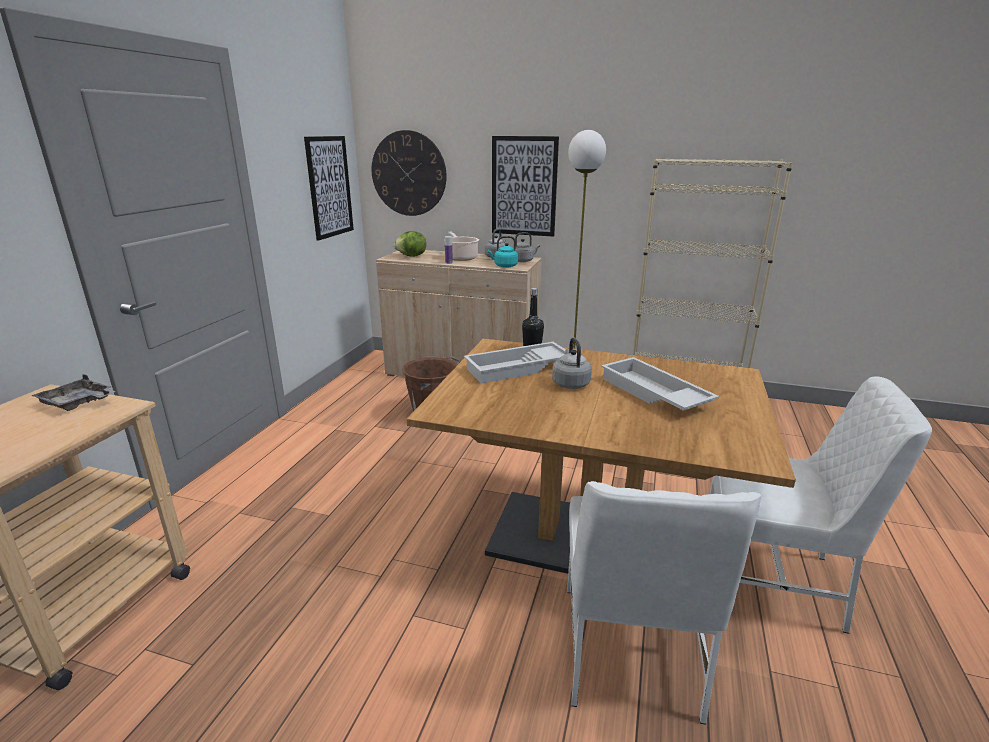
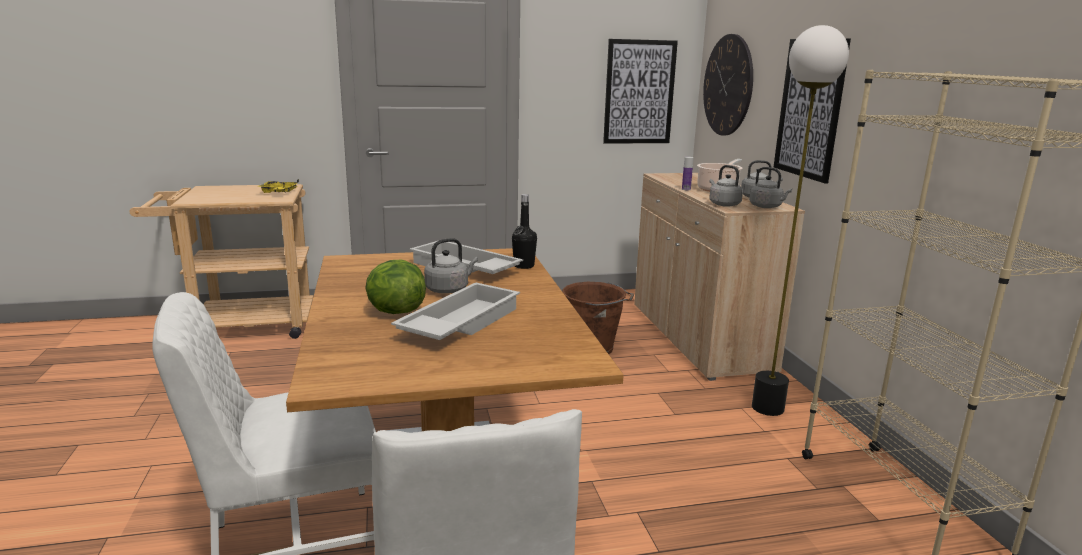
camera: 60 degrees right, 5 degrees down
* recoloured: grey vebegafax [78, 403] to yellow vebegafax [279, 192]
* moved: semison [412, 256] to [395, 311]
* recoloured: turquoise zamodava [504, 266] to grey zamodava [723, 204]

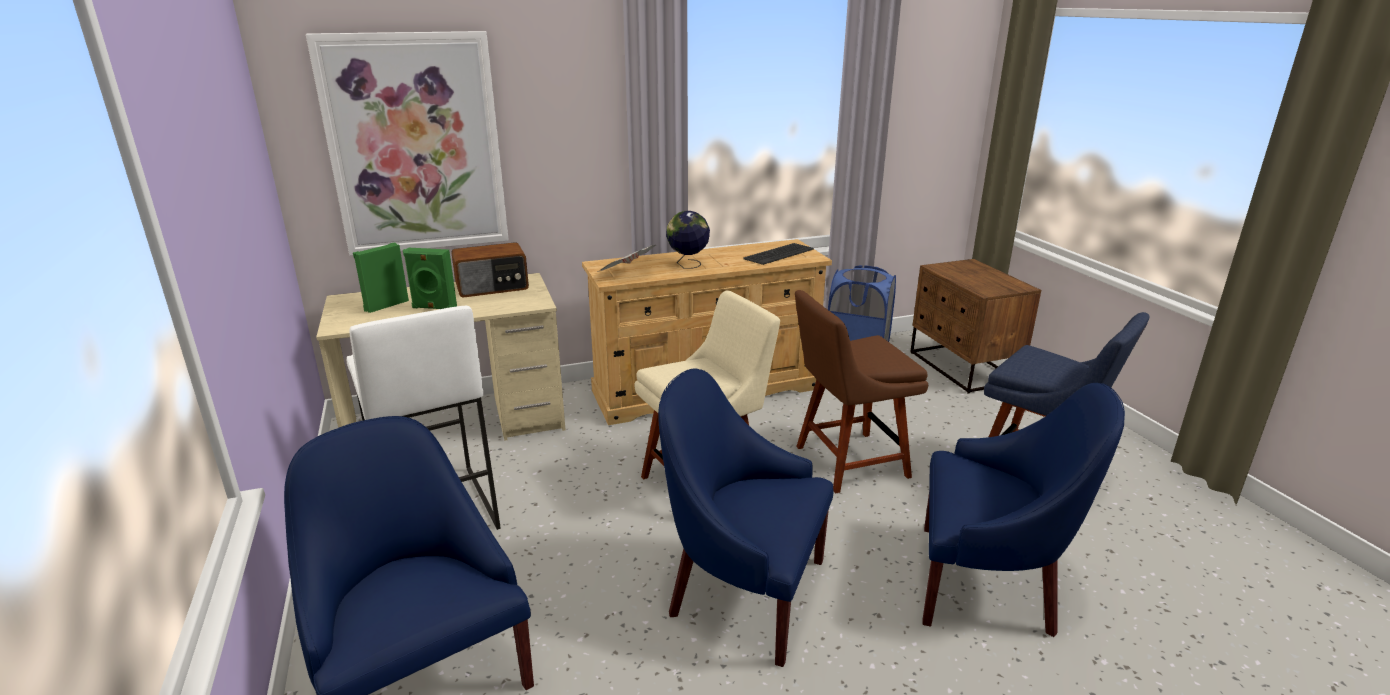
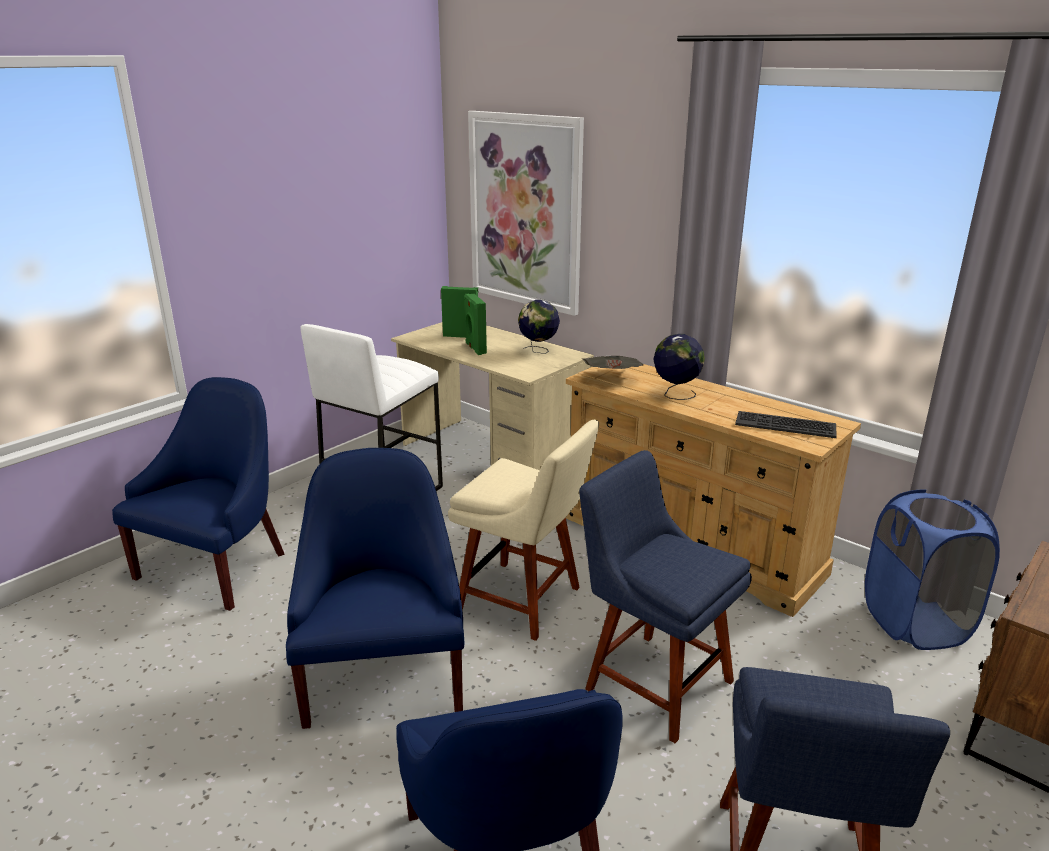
camera: 60 degrees right, 0 degrees up
* replaced: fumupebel [492, 287] to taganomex [538, 351]
* recoloured: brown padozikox [846, 462] to blue padozikox [653, 681]

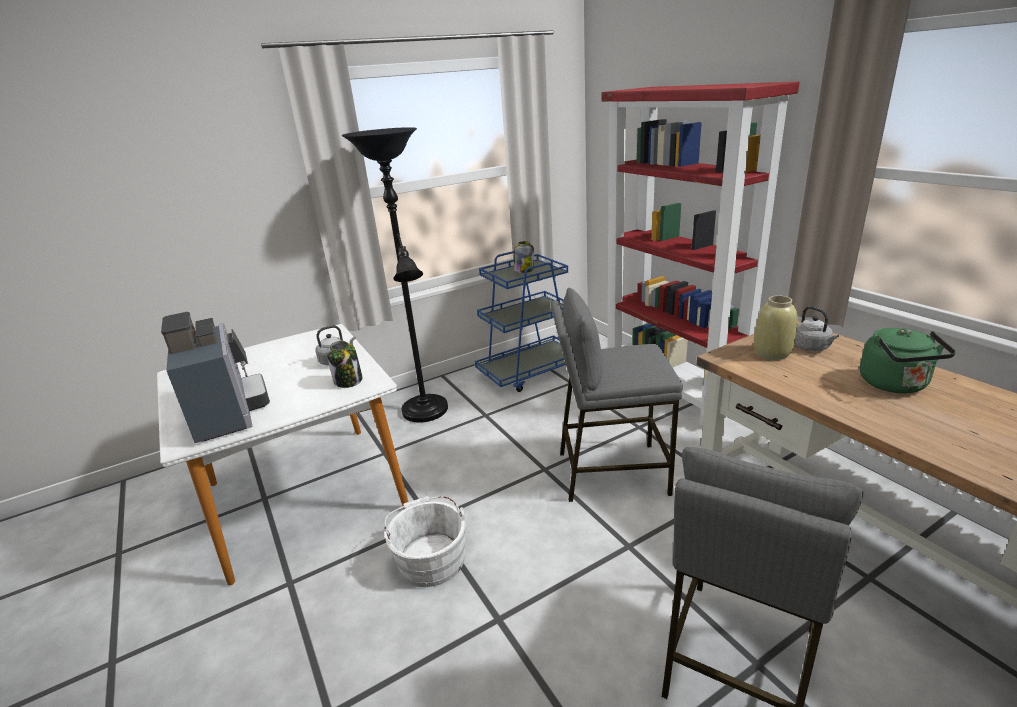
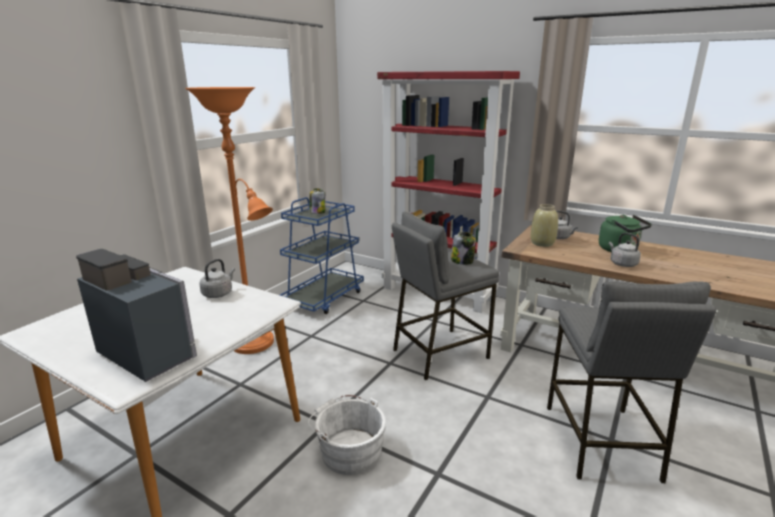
camera: 30 degrees left, 5 degrees down
* recoloured: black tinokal [426, 413] to orange tinokal [255, 344]
* moved: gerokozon [348, 381] to [462, 261]
* added: grey zamodava [622, 264]

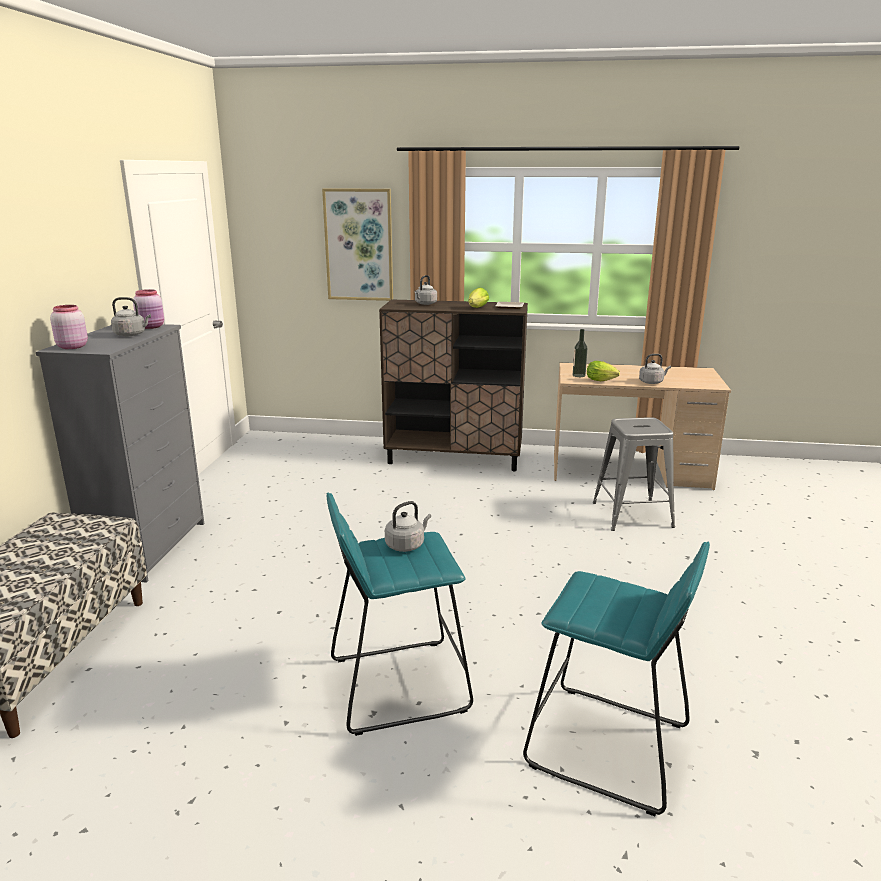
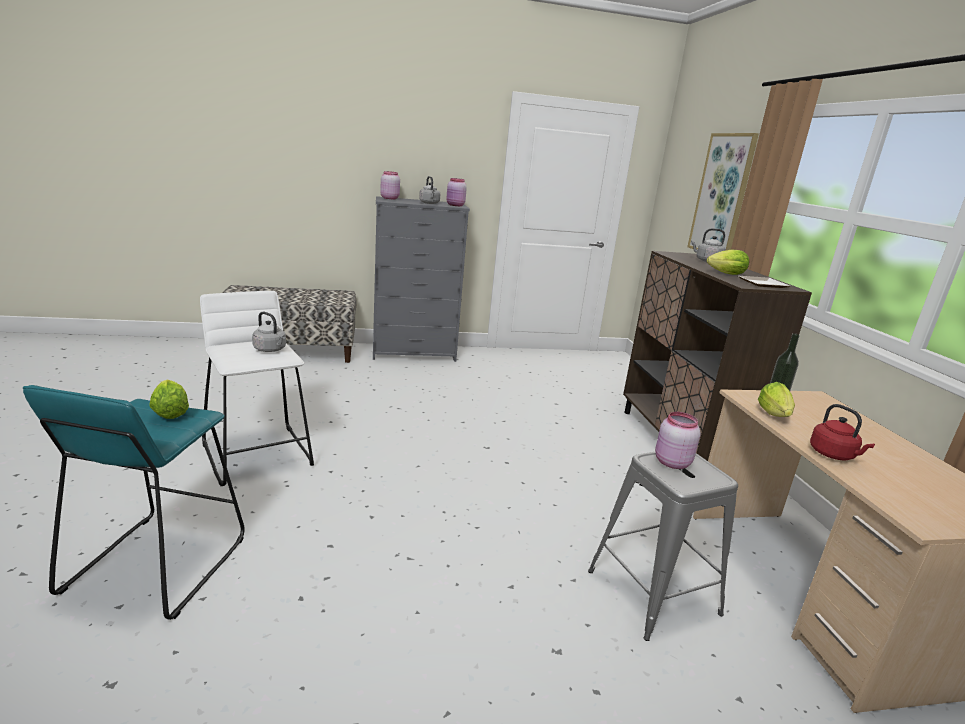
camera: 70 degrees right, 0 degrees up
* added: semison [170, 412]
* recoloured: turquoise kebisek [398, 684] to white kebisek [259, 454]
* added: pink gerokozon [671, 462]
* recoloured: grey zamodava [652, 382] to red zamodava [833, 455]

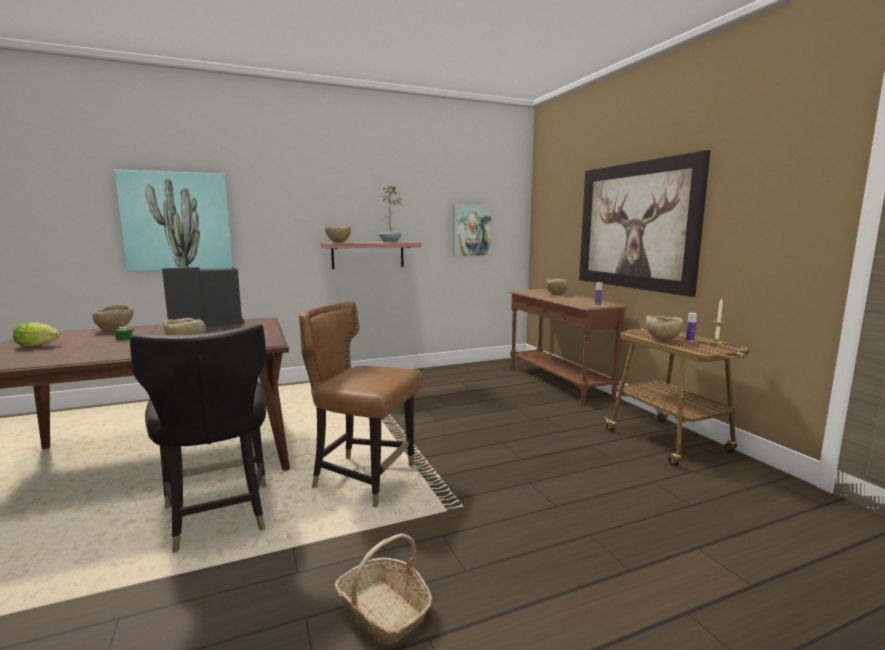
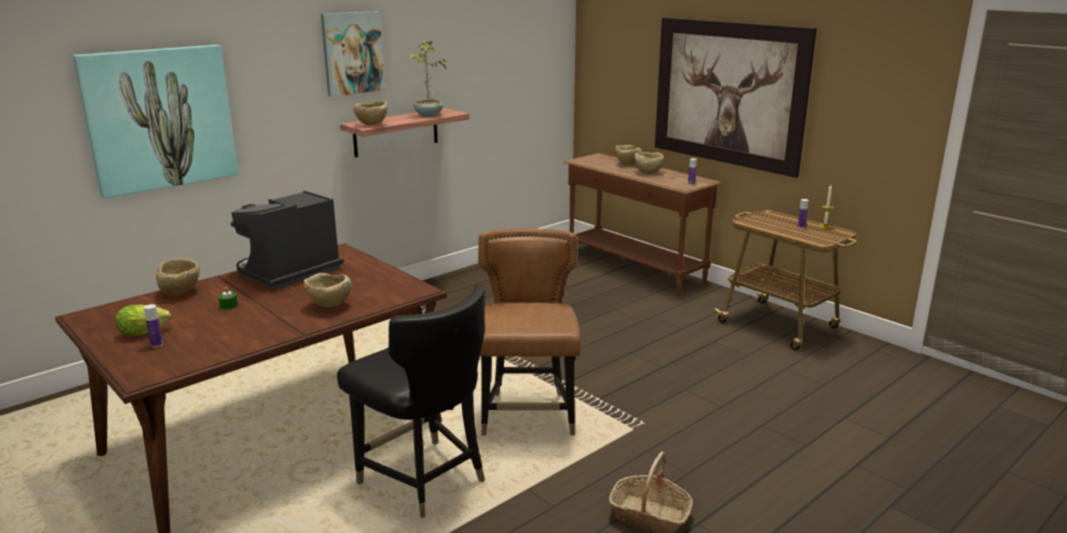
camera: 20 degrees left, 10 degrees up
* added: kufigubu [157, 344]
* moved: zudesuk [471, 230] to [352, 53]
* turned: brown padozikox [364, 478] = [528, 415] 90 degrees clockwise
* moved: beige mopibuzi [662, 339] to [648, 173]

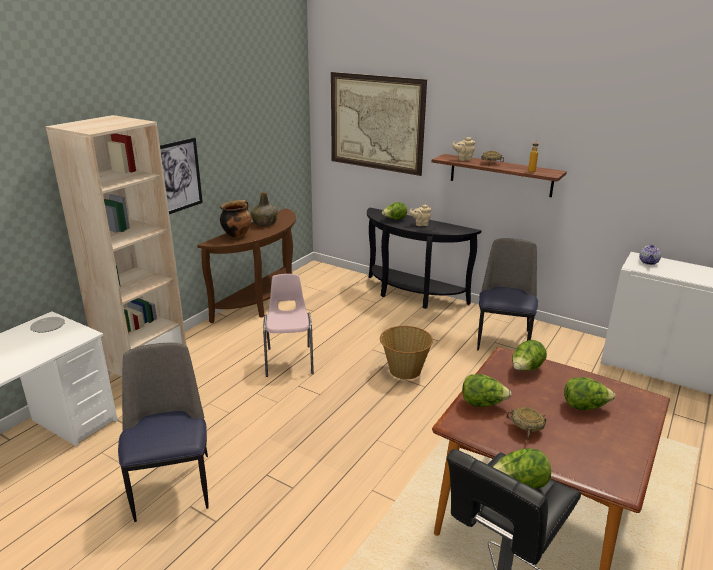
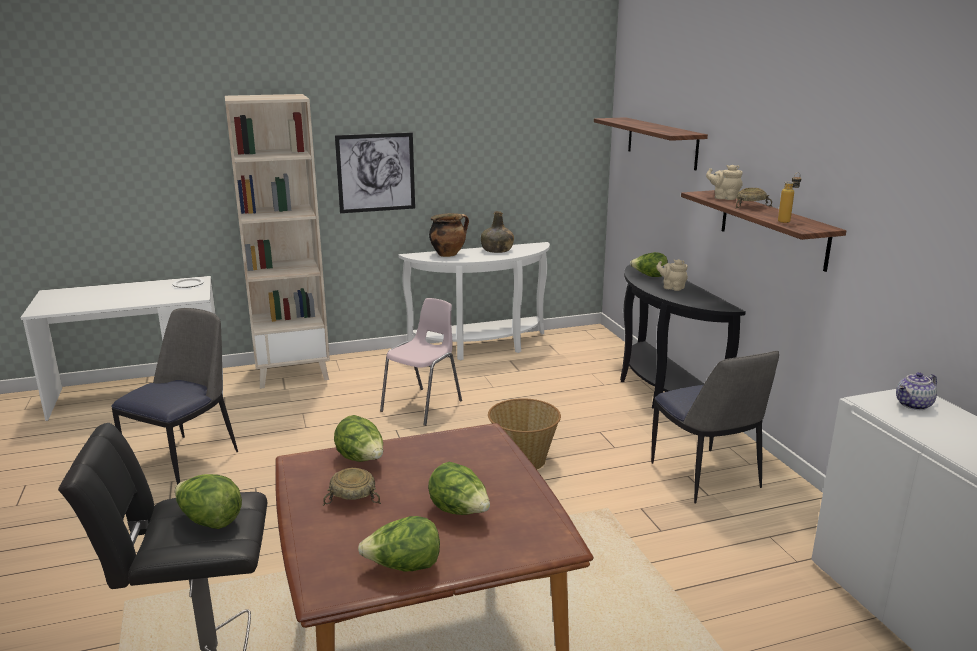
camera: 40 degrees right, 5 degrees down
* moved: semison [526, 369] to [403, 567]
* recoloured: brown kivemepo [263, 302] to white kivemepo [482, 348]
* replaced: zudesuk [376, 123] to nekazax [661, 142]
* turned: padozikox [503, 339] = [706, 477] 105 degrees clockwise

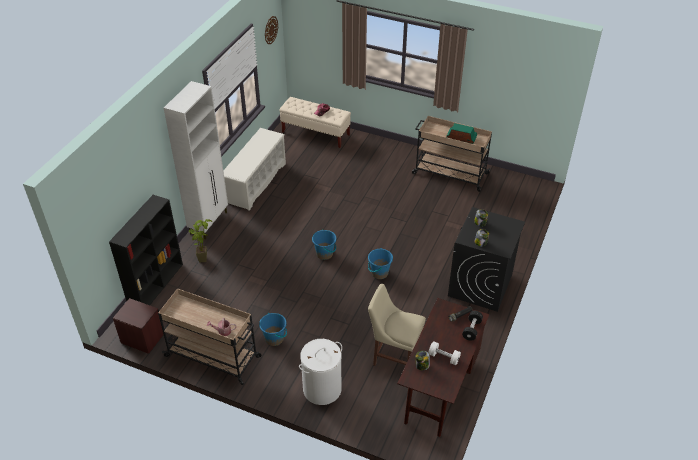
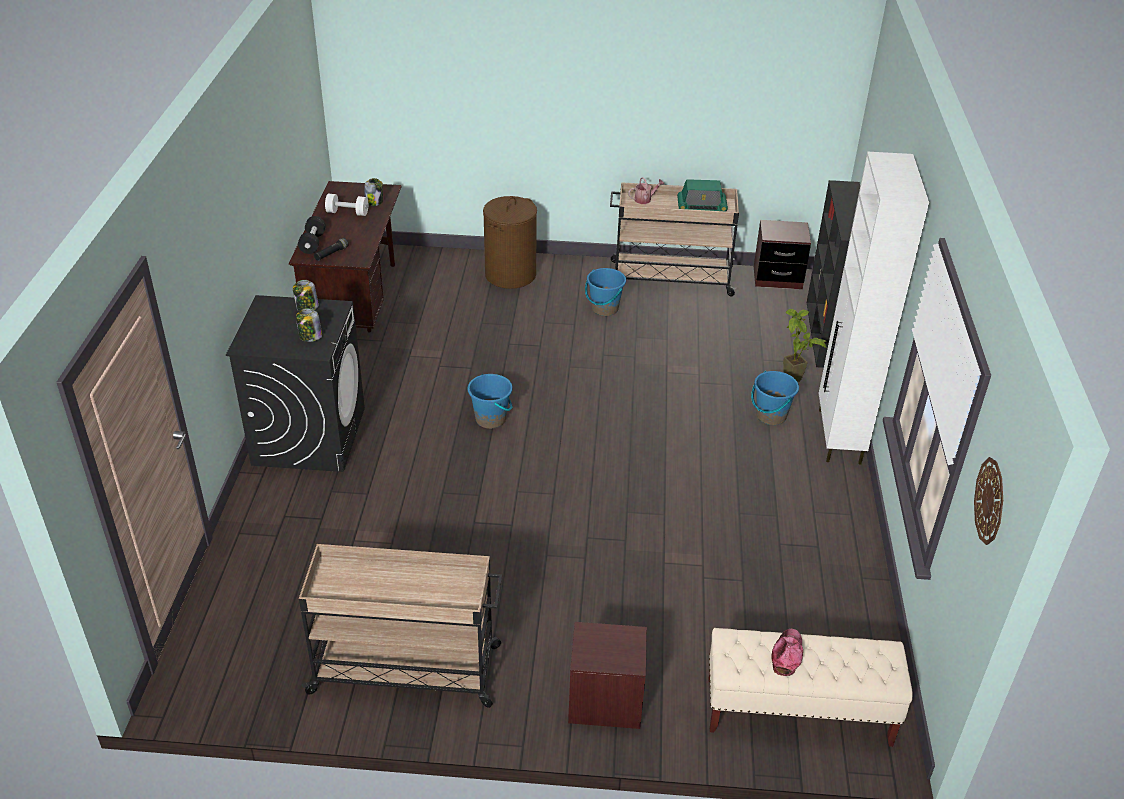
camera: 160 degrees right, 5 degrees down
* recoloured: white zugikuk [322, 389] to brown zugikuk [510, 275]
* added: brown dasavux [605, 701]
* moved: fumupebel [461, 138] to [701, 207]
* moved: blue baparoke [324, 254] to [771, 416]
* removed: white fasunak [256, 183]
* removed: beige padozikox [394, 356]

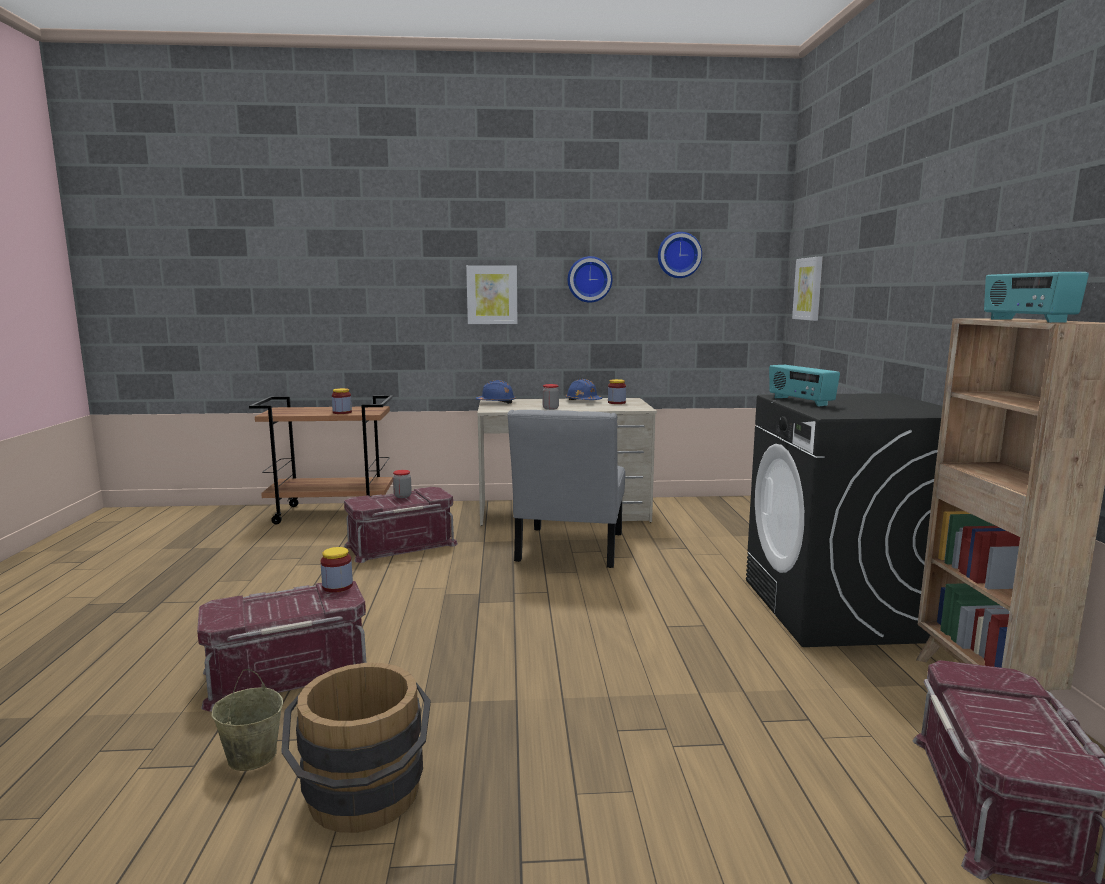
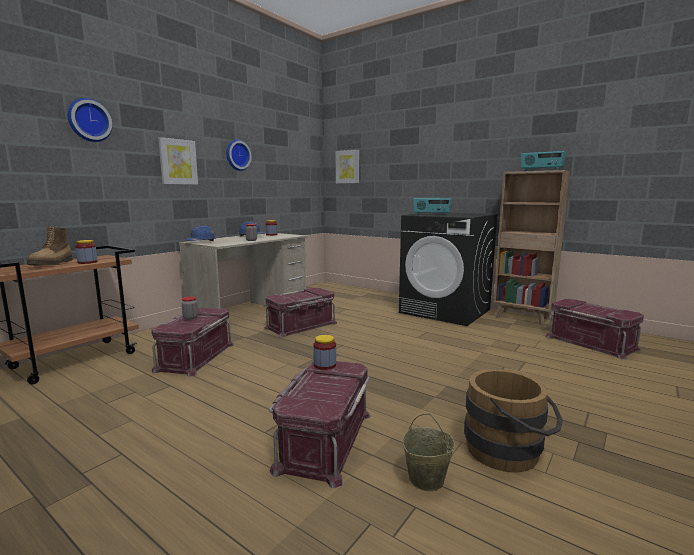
camera: 50 degrees left, 0 degrees up
* added: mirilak [53, 264]
* moved: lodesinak [679, 255] to [89, 120]
* replaced: grey padozikox [569, 550] to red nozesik [301, 326]

